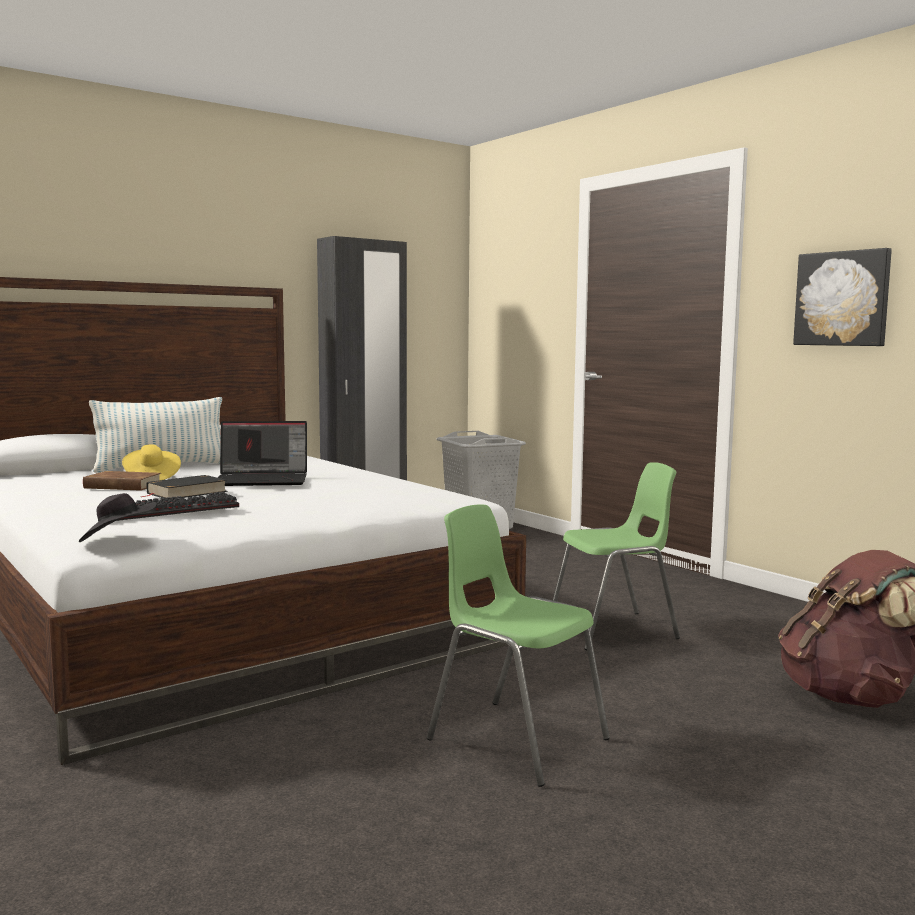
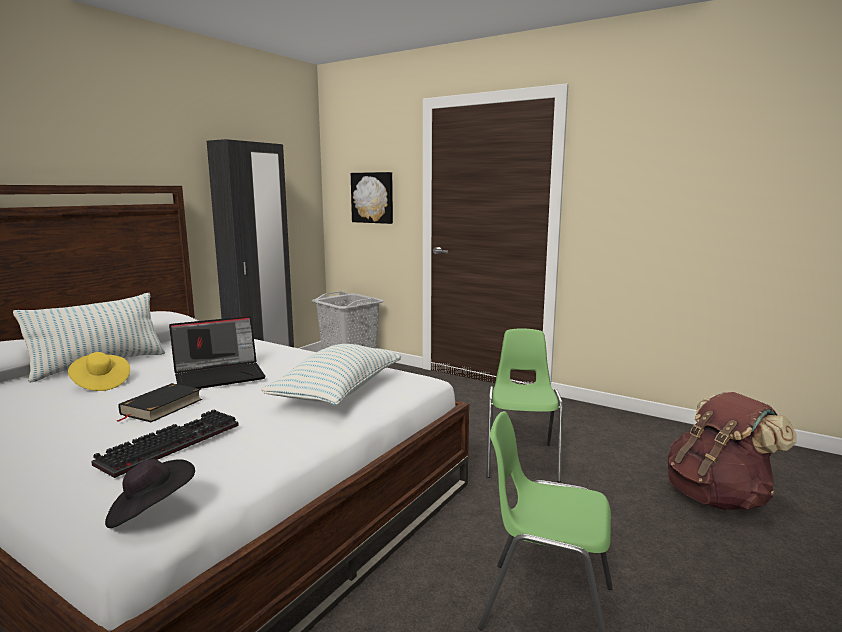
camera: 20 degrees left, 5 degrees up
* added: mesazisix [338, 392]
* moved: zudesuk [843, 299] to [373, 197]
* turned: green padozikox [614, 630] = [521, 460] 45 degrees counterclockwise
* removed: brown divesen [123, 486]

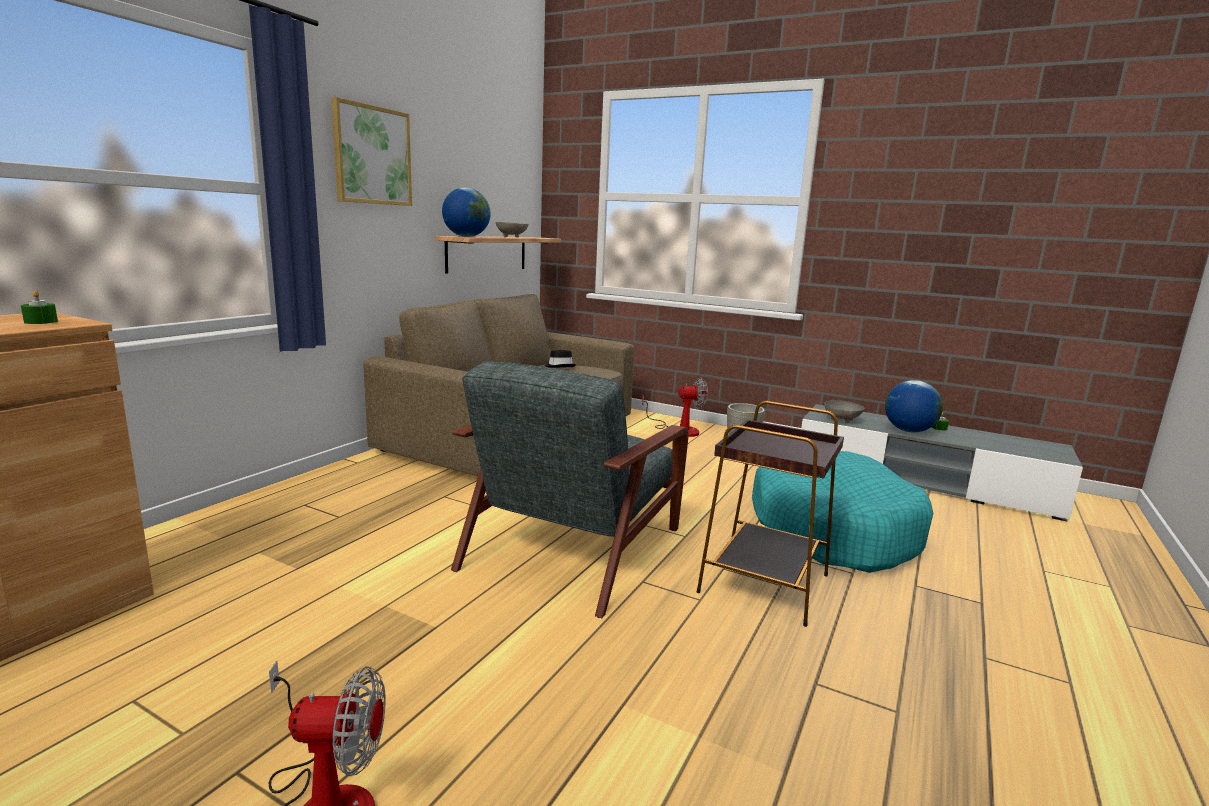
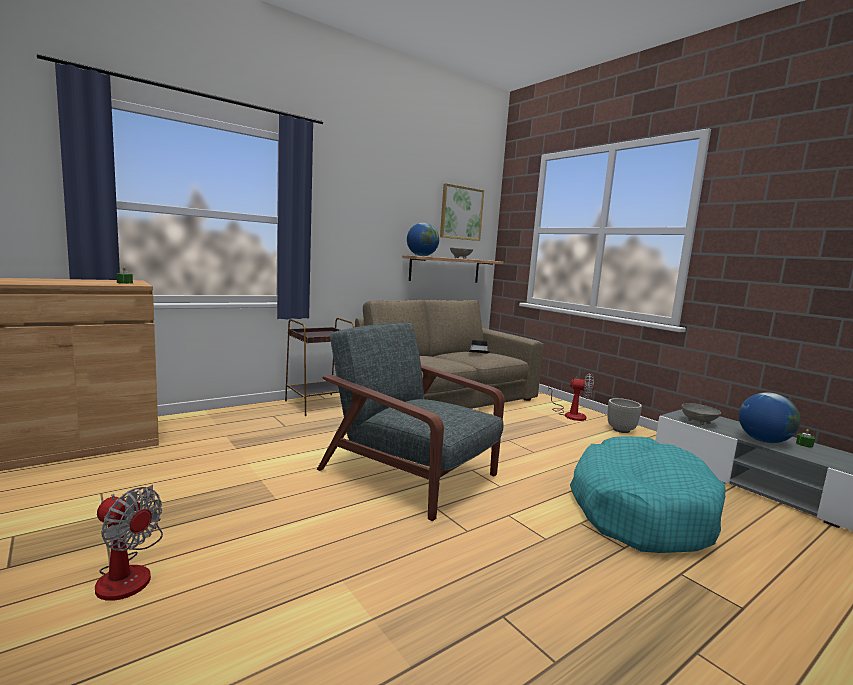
camera: 25 degrees right, 5 degrees down
* moved: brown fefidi [765, 583] to [320, 404]
* turned: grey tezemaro [575, 546] = [411, 474] 75 degrees clockwise
* moved: zudesuk [372, 155] to [461, 213]

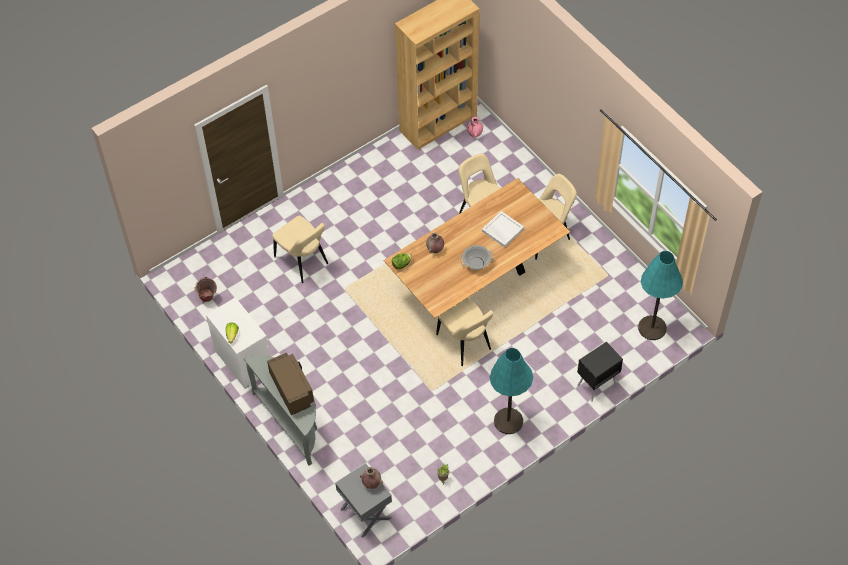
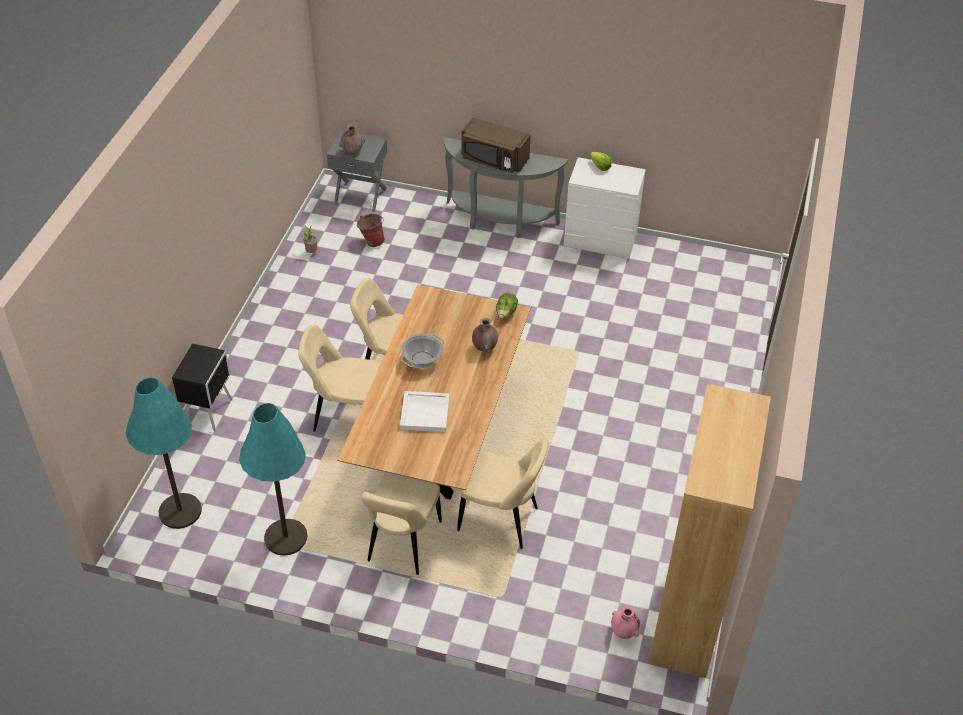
camera: 140 degrees right, 10 degrees down
* moved: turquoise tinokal [508, 421] to [286, 537]
* moved: beige padozikox [303, 262] to [346, 417]
* moved: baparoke [208, 299] to [371, 241]

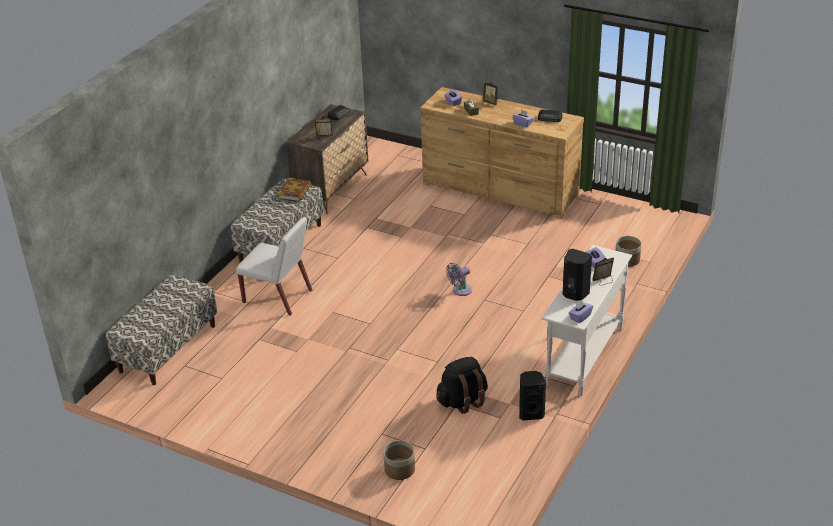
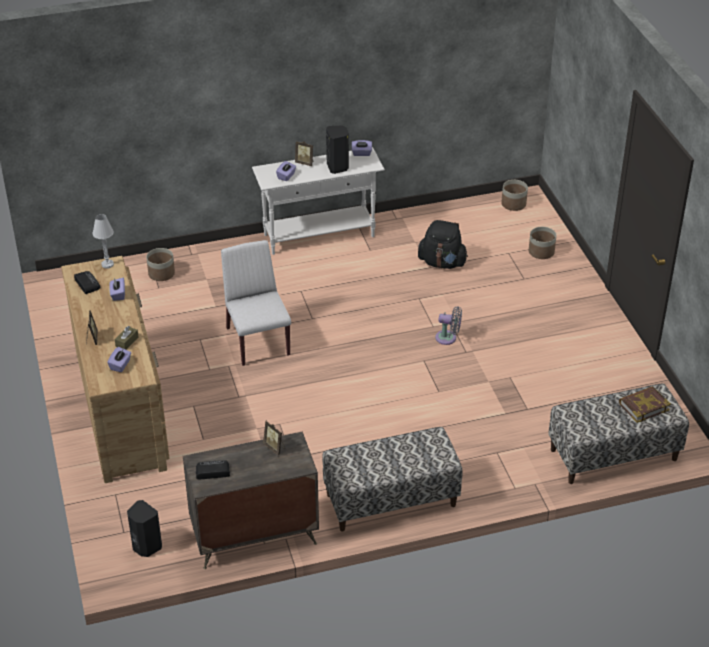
camera: 135 degrees left, 5 degrees up
* added: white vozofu [107, 264]
* moved: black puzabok [530, 413] to [146, 547]
* moved: white padozikox [278, 297] to [257, 341]
* moved: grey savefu [460, 291] to [448, 338]
* added: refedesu [514, 204]
* moved: divesen [295, 192] to [643, 406]

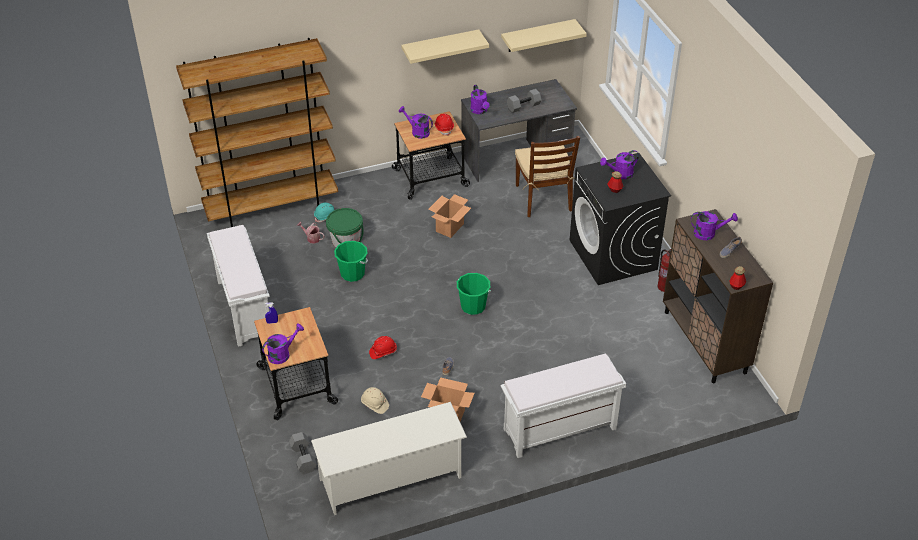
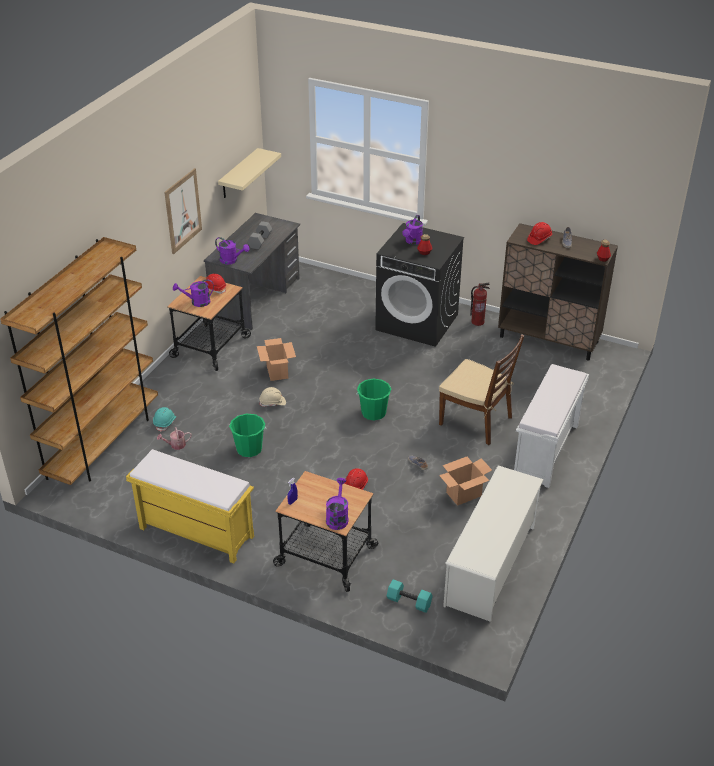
camera: 45 degrees left, 5 degrees down
* recoloured: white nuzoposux [244, 308] to yellow nuzoposux [195, 532]
* replaced: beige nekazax [440, 46] to zudesuk [183, 211]
* moved: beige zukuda [374, 404] to [273, 403]
* recoloured: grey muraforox [302, 458] to turquoise muraforox [408, 602]
* moved: brown padozikox [544, 198] to [476, 421]
* replaced: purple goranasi [708, 233] to red zukuda [539, 239]
* removed: green baparoke [346, 240]

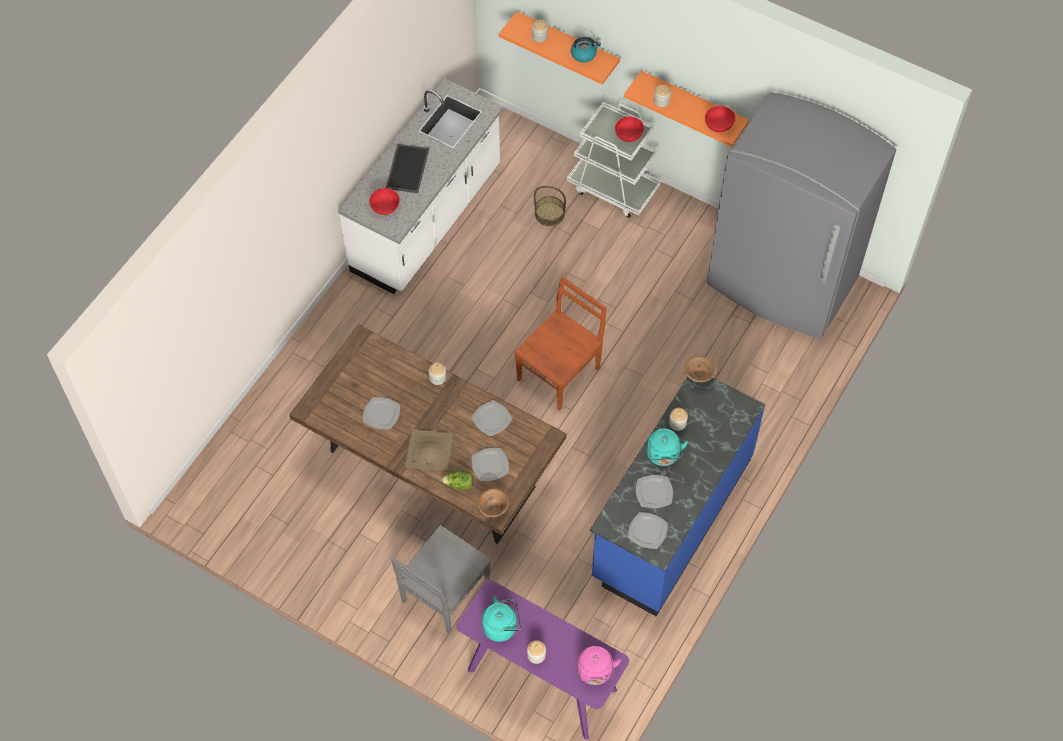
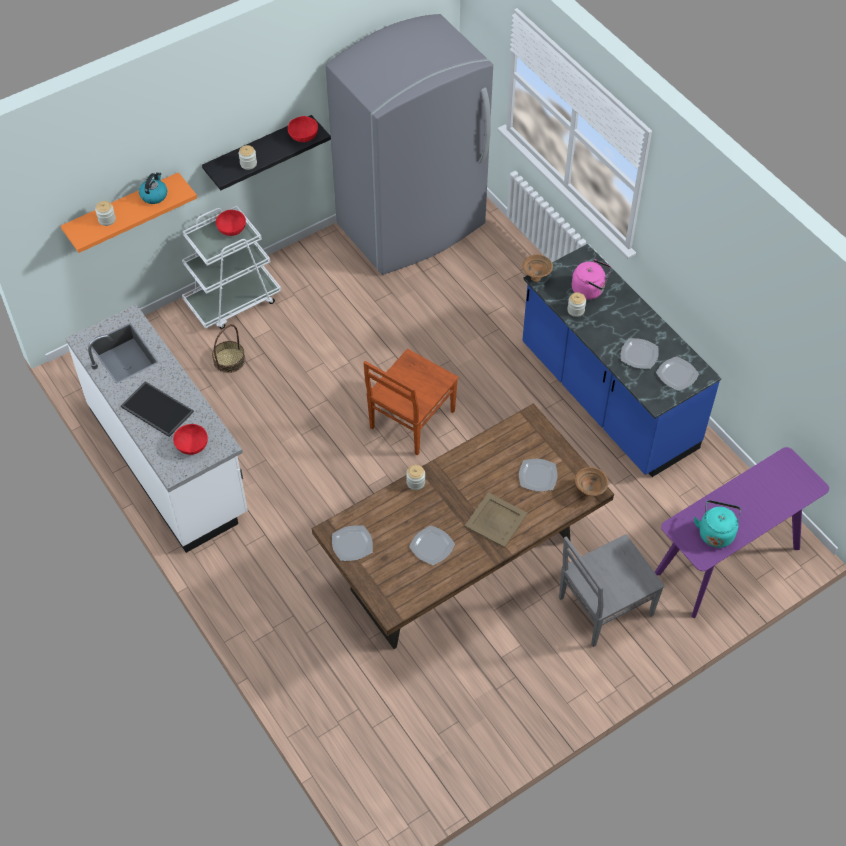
camera: 65 degrees left, 5 degrees down
* recoloured: orange nekazax [693, 104] to black nekazax [258, 150]
* moved: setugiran [491, 418] to [351, 544]
* turned: brown padozikox [560, 372] = [411, 421] 120 degrees counterclockwise
* turned: grey padozikox [444, 594] = [603, 607] 90 degrees clockwise
* moved: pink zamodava [595, 673] to [589, 290]
* removed: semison [459, 484]
* removed: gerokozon [536, 655]
* removed: turquoise zamodava [663, 456]

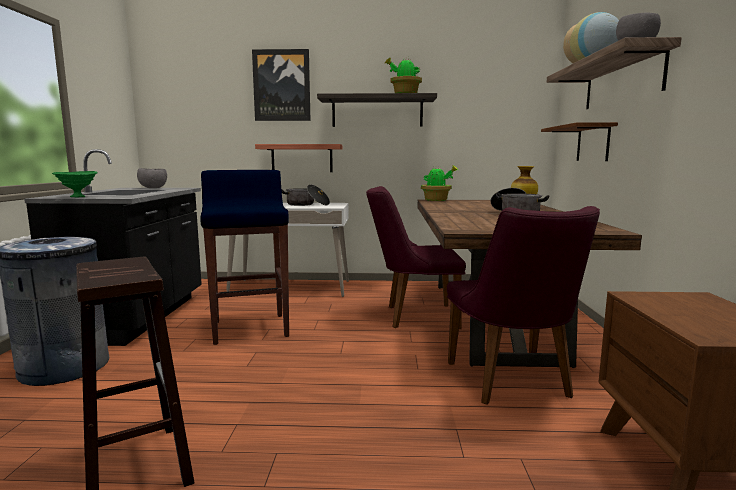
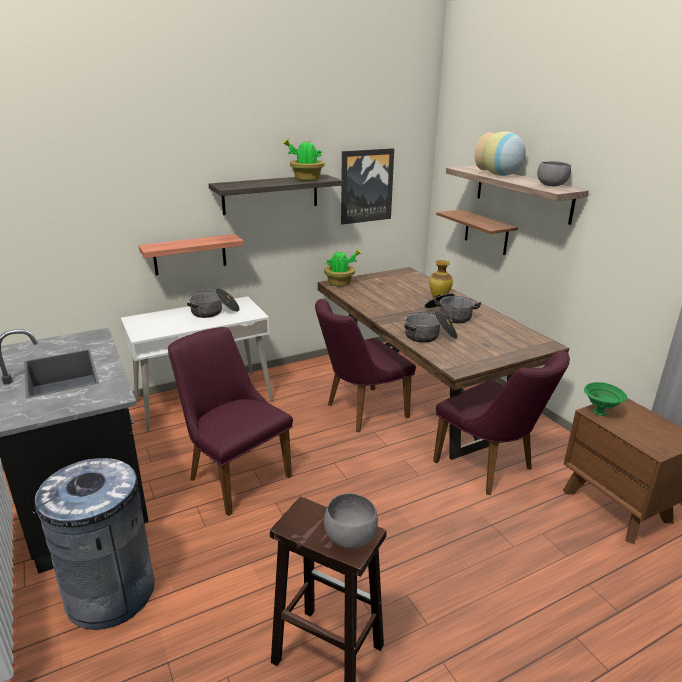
camera: 30 degrees left, 15 degrees up
* replaced: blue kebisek [250, 328] to purple padozikox [233, 474]
* moved: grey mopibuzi [153, 188] to [349, 538]
* moved: zudesuk [282, 85] to [366, 186]
* added: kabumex [430, 336]
* moved: green mopibuzi [78, 197] to [600, 412]

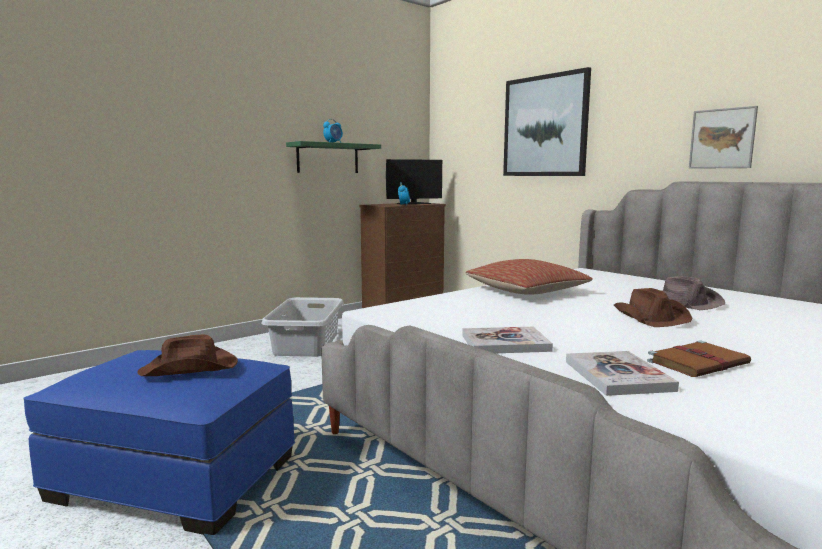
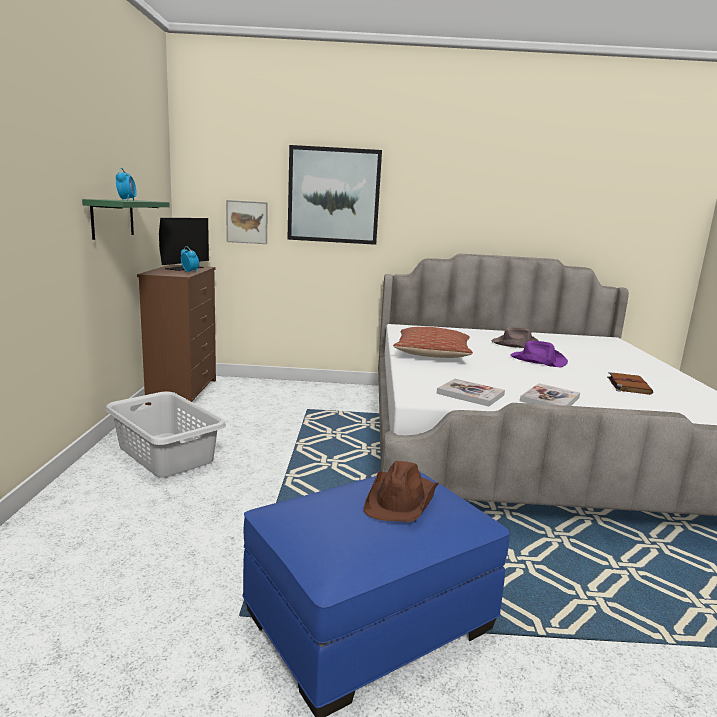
camera: 50 degrees left, 5 degrees up
* moved: zudesuk [722, 138] to [247, 222]
* moved: divesen [617, 375] to [470, 394]
* recoloured: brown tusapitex [650, 317] to purple tusapitex [537, 360]

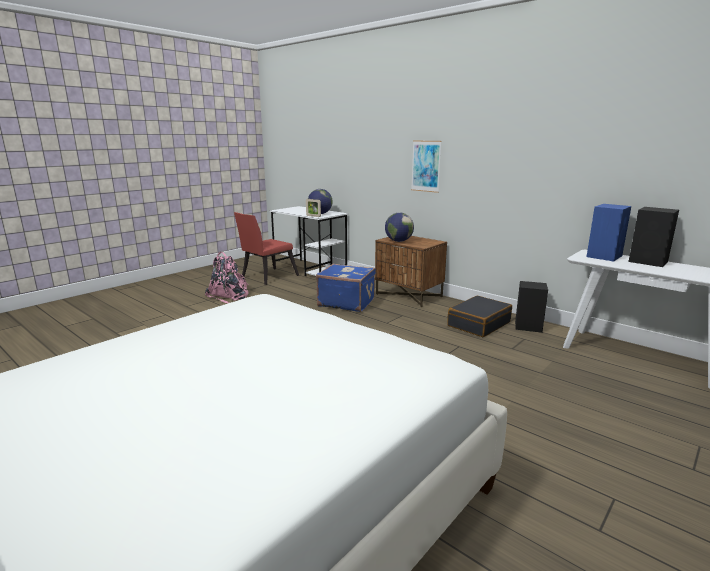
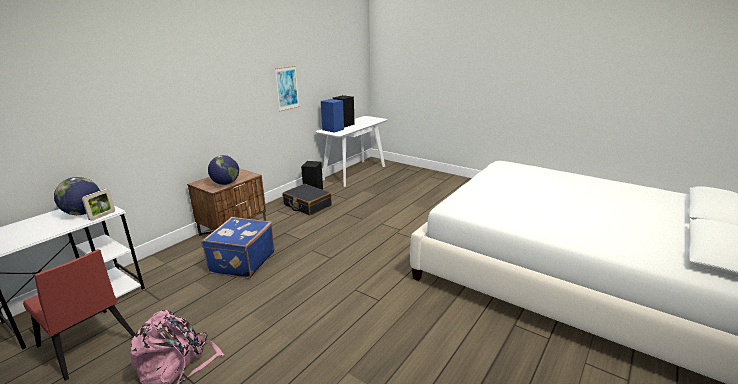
camera: 95 degrees left, 5 degrees up
* moved: zudesuk [426, 166] to [287, 88]

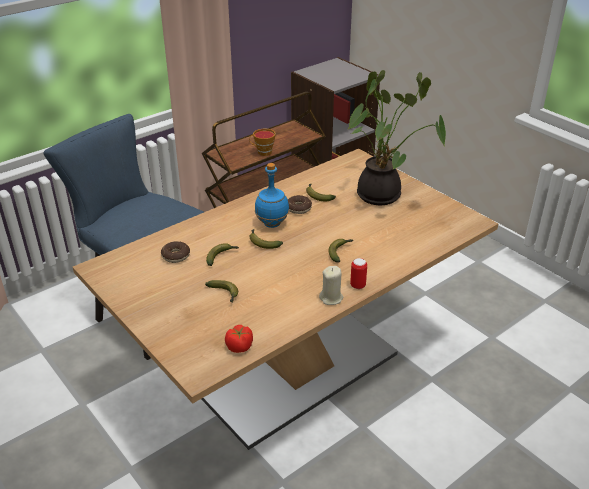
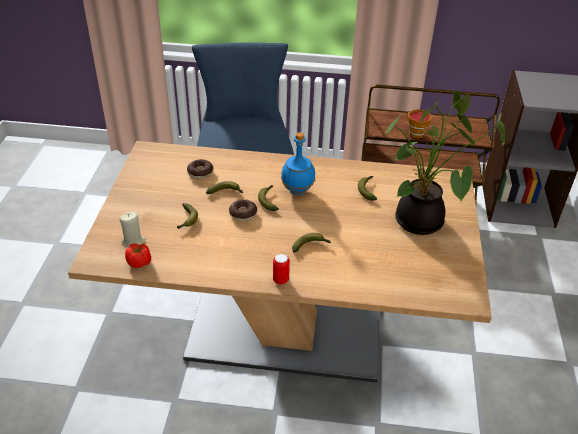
camera: 45 degrees right, 5 degrees up
* moved: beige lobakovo [331, 298] to [133, 241]
* moved: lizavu [298, 208] to [243, 214]

